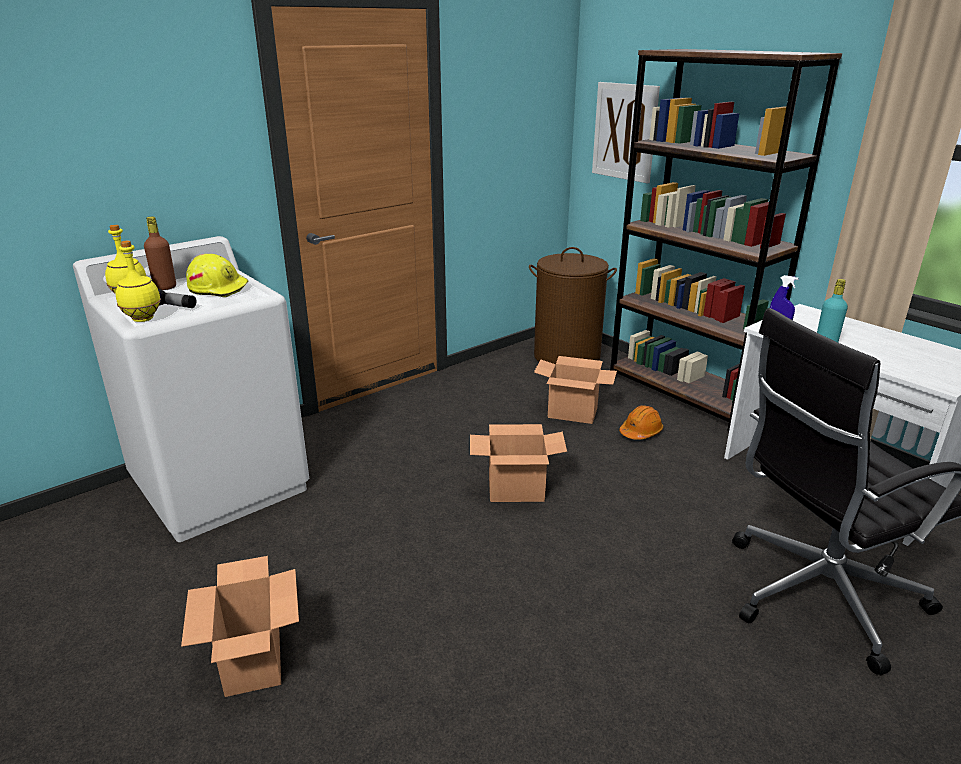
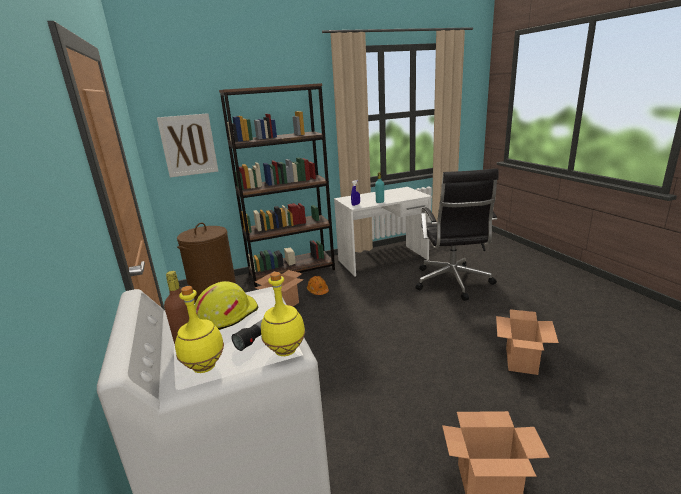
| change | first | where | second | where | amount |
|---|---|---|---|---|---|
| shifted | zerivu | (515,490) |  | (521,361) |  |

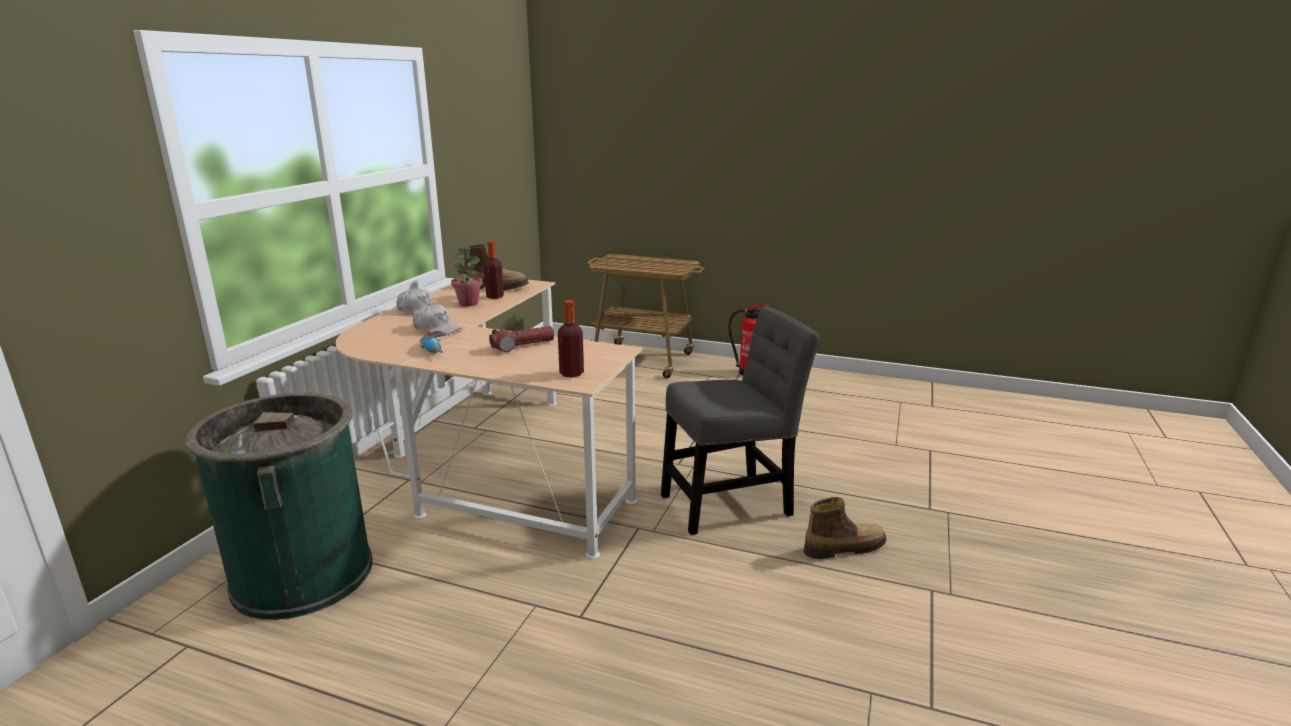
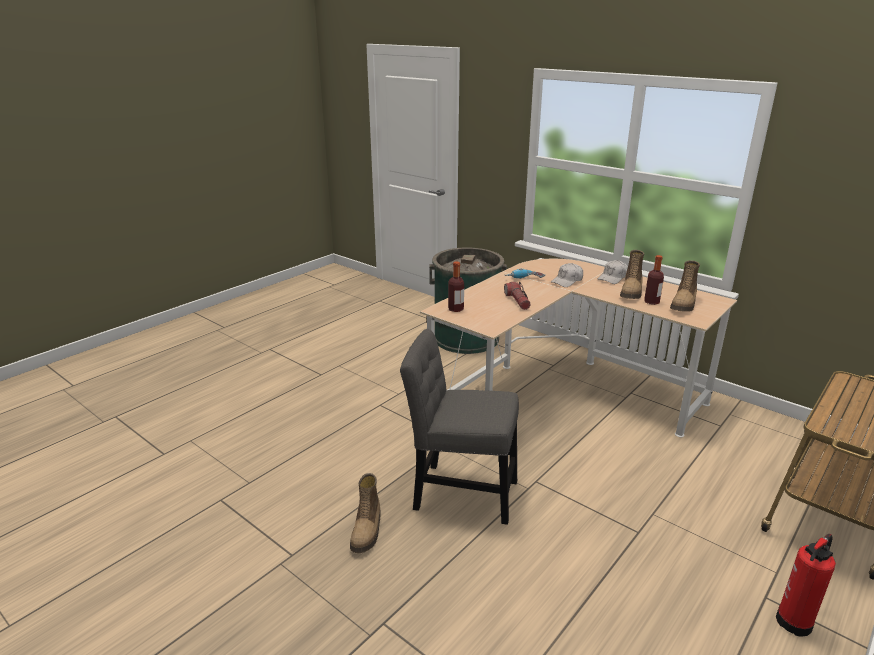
| change | first | where | second | where | amount |
|---|---|---|---|---|---|
| swapped | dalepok | (468,303) | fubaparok | (631,292) |  |
| rotated | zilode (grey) | (732,502) |  | (460,492) | 105 degrees clockwise |

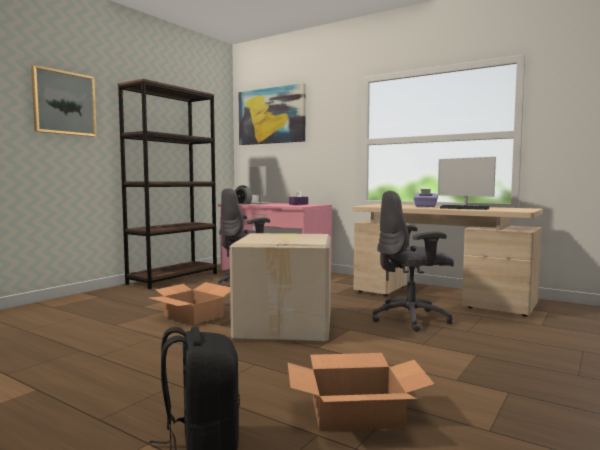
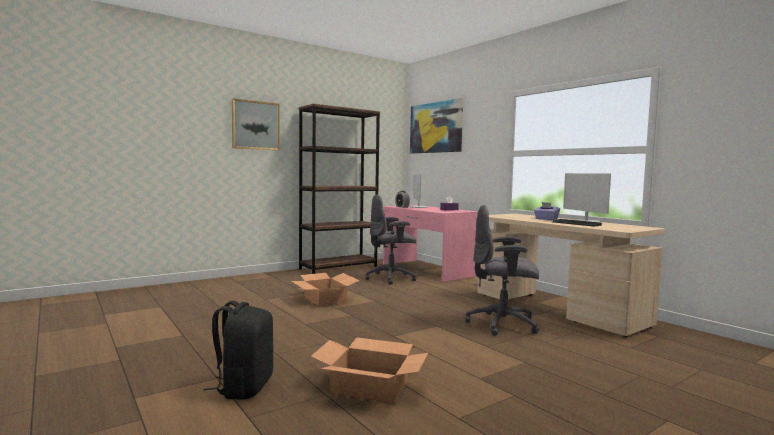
| change | first | where | second | where | amount |
|---|---|---|---|---|---|
| gone | zerivu | (286,326) |  |  |  |

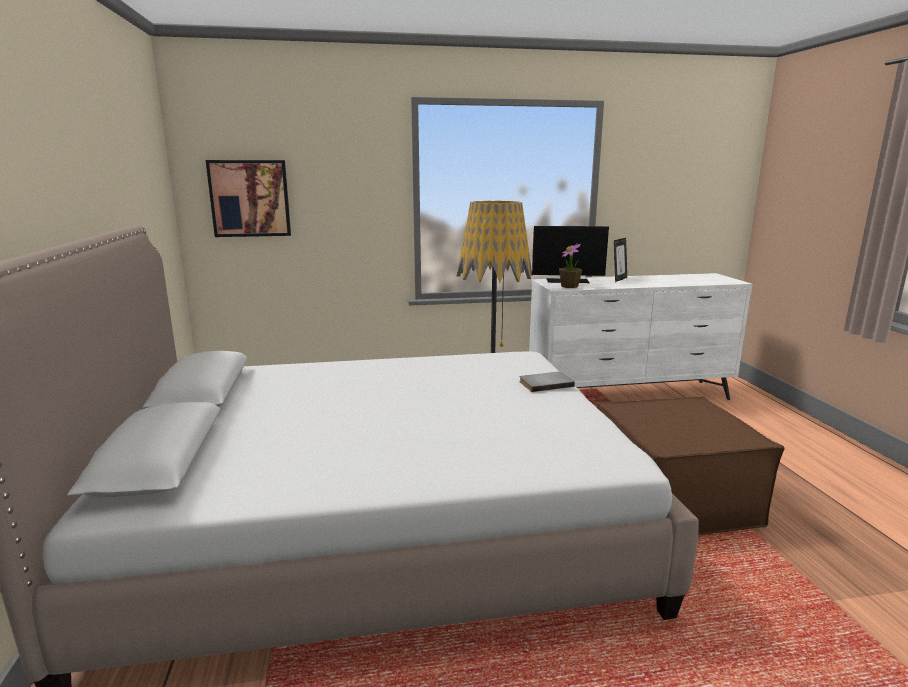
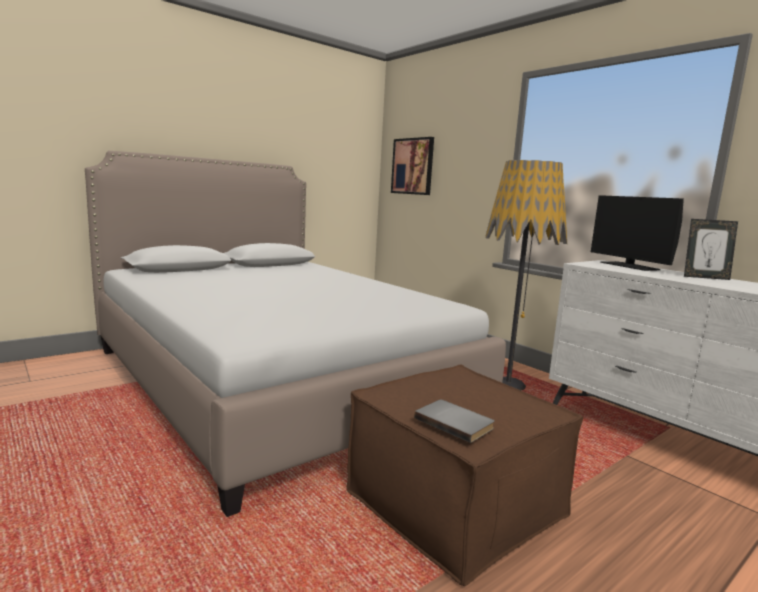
| change | first | where | second | where | amount |
|---|---|---|---|---|---|
| gone | dalepok | (569,286) |  |  |  |
| shifted | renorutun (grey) | (545,383) |  | (455,422) |  |

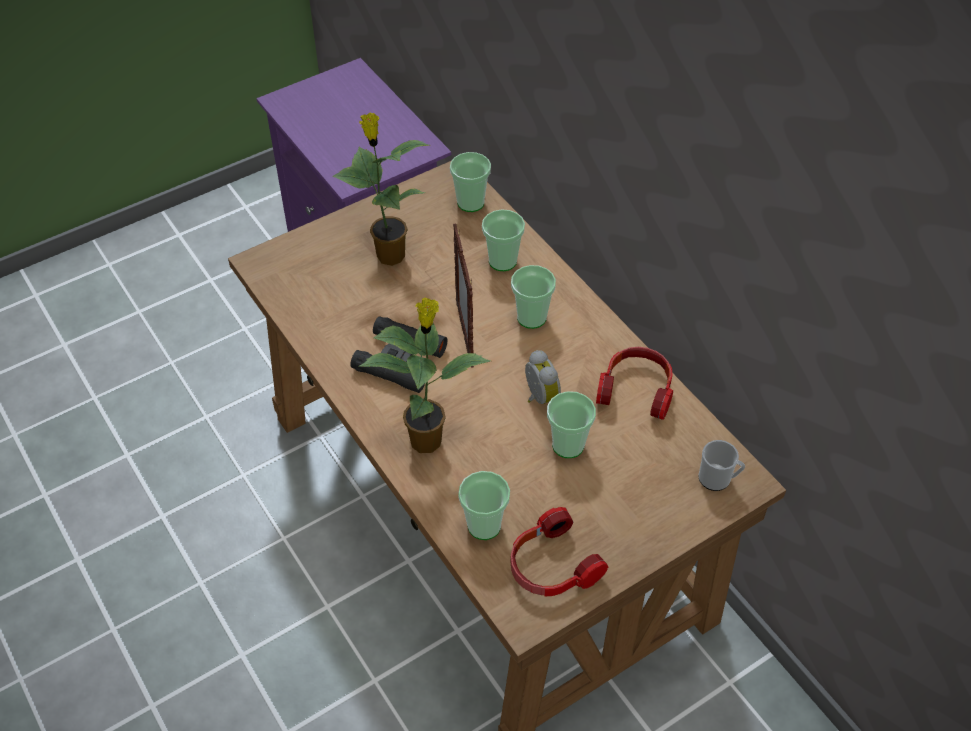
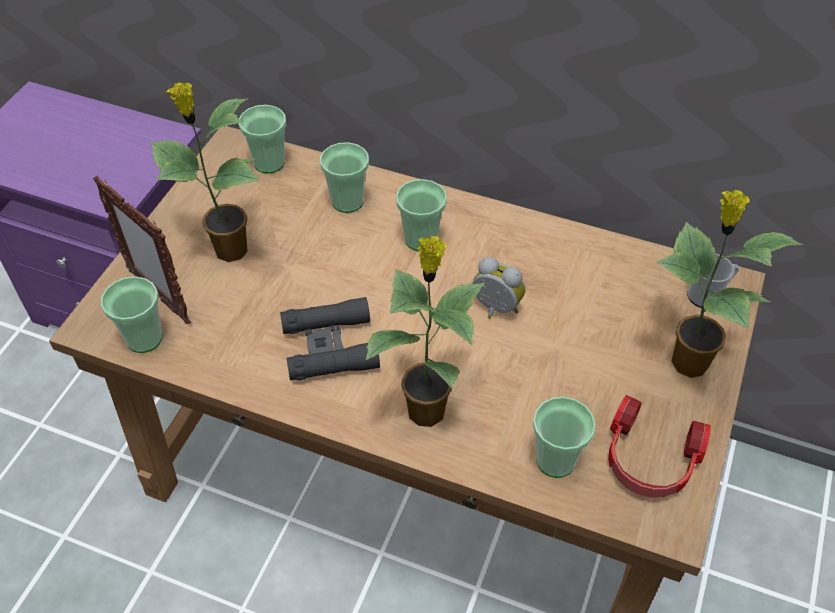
| change | first | where | second | where | amount |
|---|---|---|---|---|---|
| shifted | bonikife | (465,334) |  | (159,296) |  |
| gone | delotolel | (636,389) |  |  |  |
| shifted | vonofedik | (568,445) |  | (144,338) |  |
| new |  |  | dalepok | (687,361) |  |

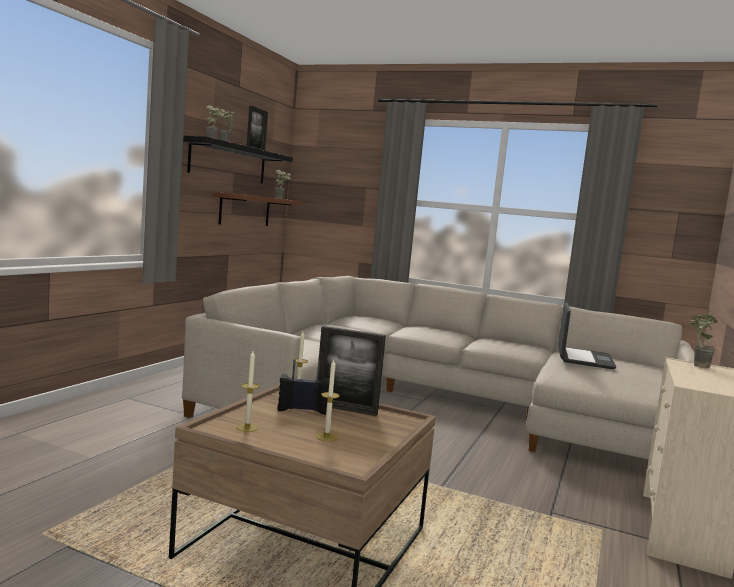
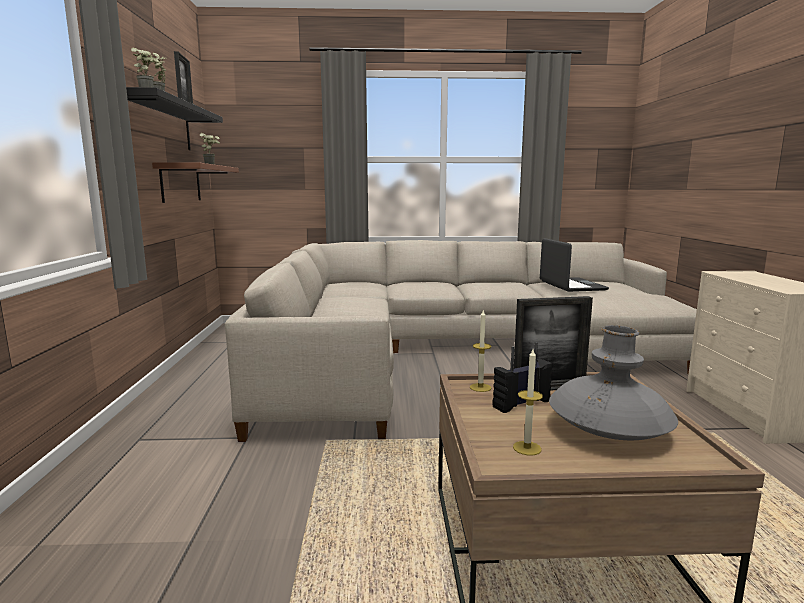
| change | first | where | second | where | amount |
|---|---|---|---|---|---|
| gone | dalepok | (696,365) |  |  |  |
| swapped | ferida | (326,437) | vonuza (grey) | (609,430) |  |

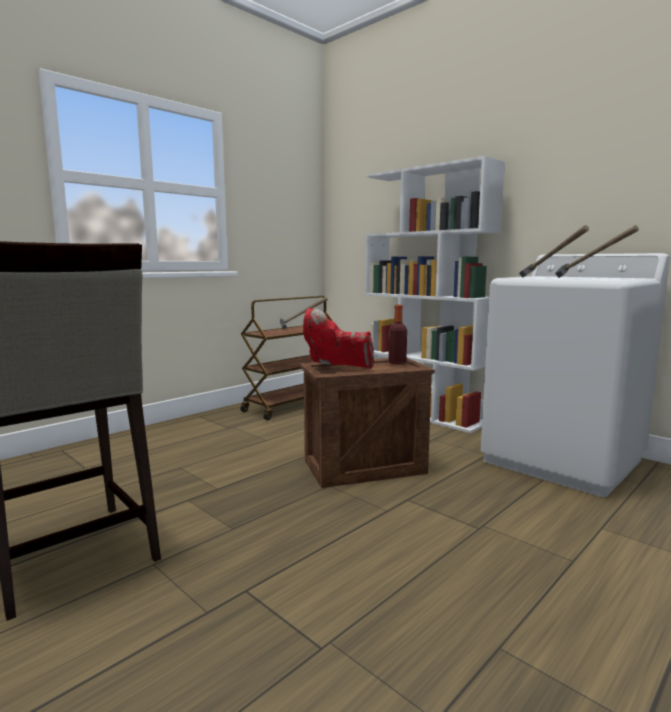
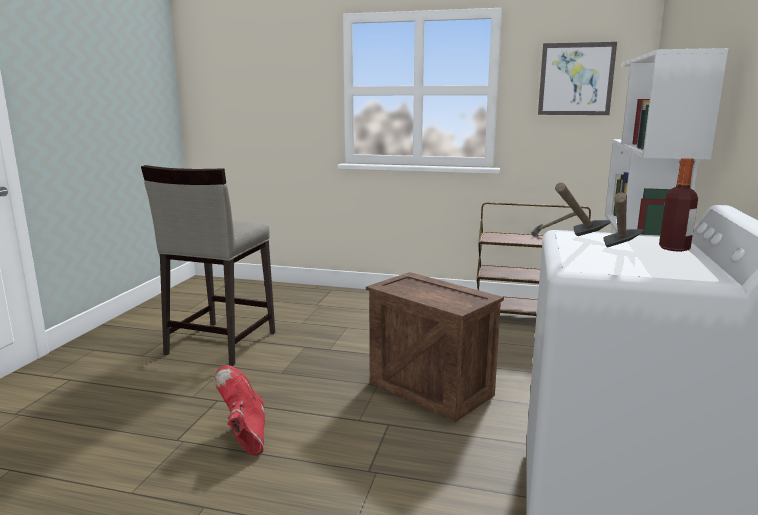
| change | first | where | second | where | amount |
|---|---|---|---|---|---|
| shifted | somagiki | (397,362) |  | (674,248) |  |
| shifted | fubaparok (red) | (337,368) |  | (245,436) |  |
| new |  |  | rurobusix | (576,79) |  |

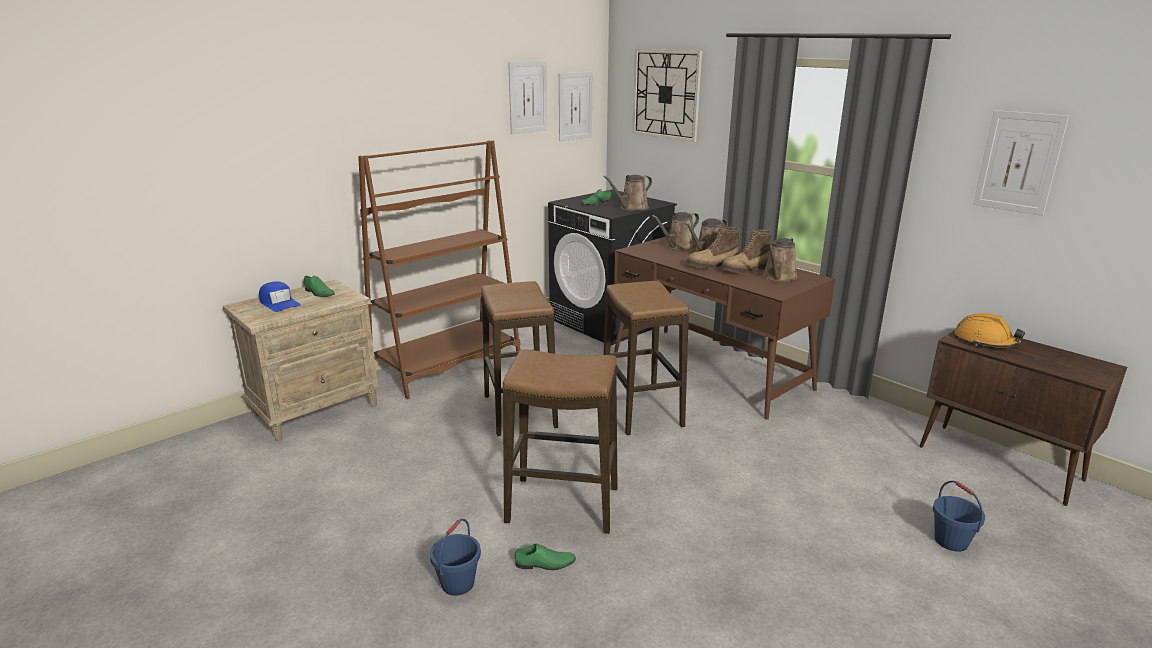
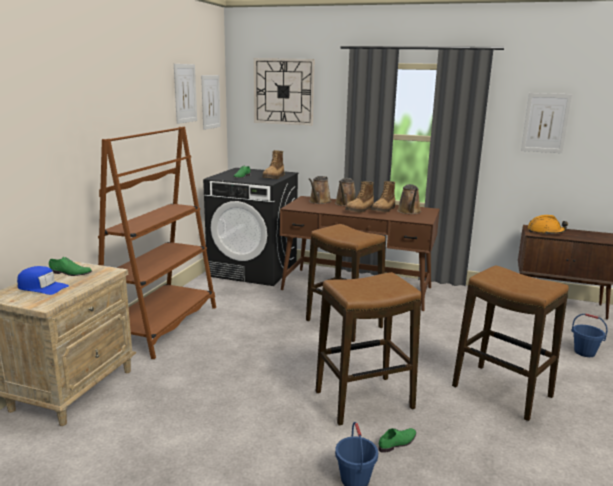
| change | first | where | second | where | amount |
|---|---|---|---|---|---|
| swapped | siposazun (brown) | (631,208) | fubaparok | (274,177) |  |
| shifted | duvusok | (520,412) |  | (502,392) |  |

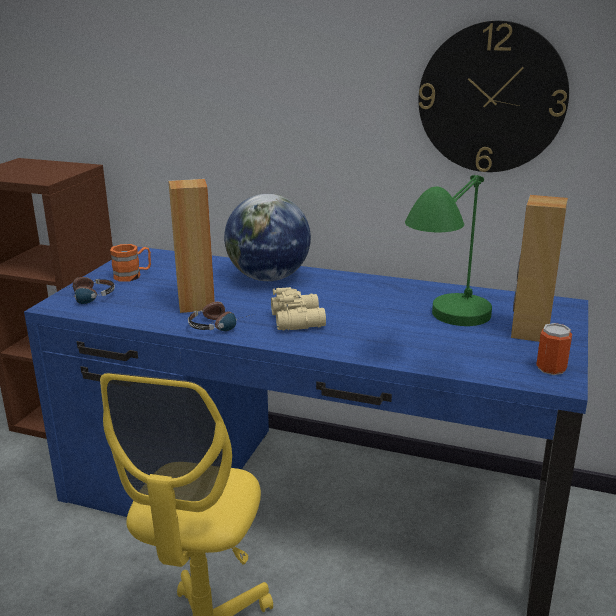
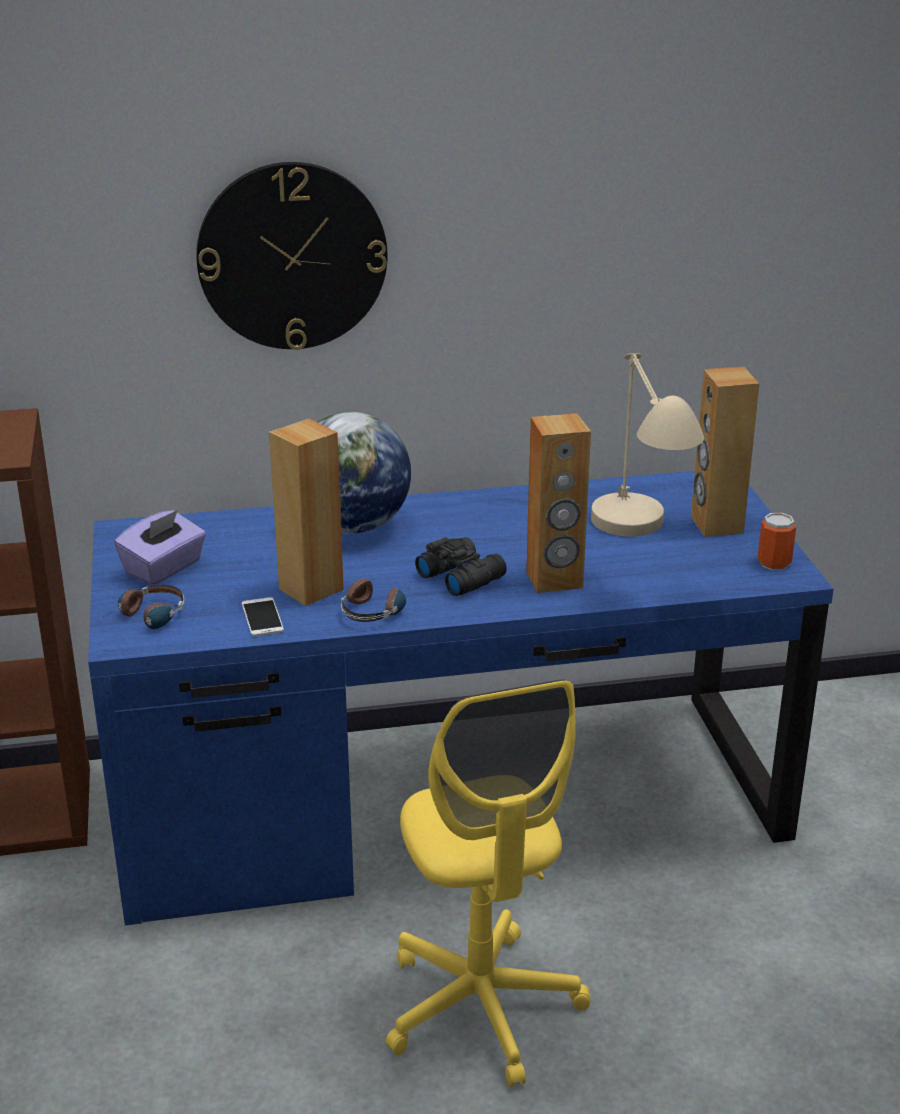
| change | first | where | second | where | amount |
|---|---|---|---|---|---|
| shifted | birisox | (491,98) |  | (292,256) |  |
| repainted | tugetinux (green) | (447,334) | tugetinux (beige) | (639,550) |  |
| swapped | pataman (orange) | (133,275) | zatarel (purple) | (164,569) |  |
| repainted | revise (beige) | (299,320) | revise (black) | (461,576) |  |
| new |  |  | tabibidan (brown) | (554,580) |  |
| new |  |  | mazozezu | (262,617) |  |

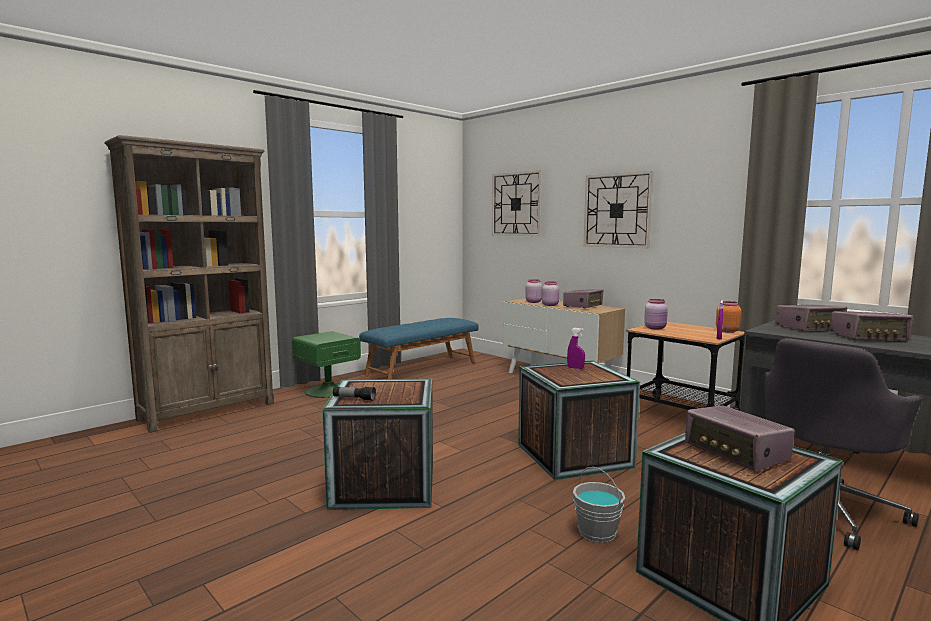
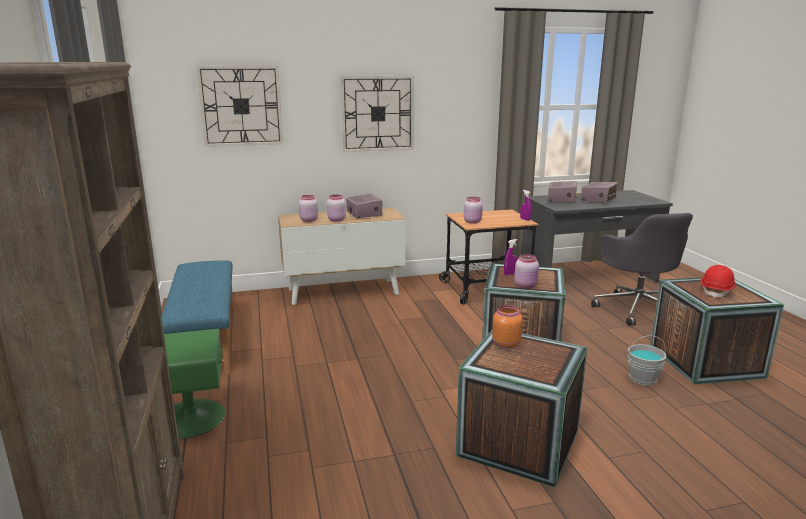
| change | first | where | second | where | amount |
|---|---|---|---|---|---|
| shifted | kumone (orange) | (726,331) |  | (505,344) |  |
| gone | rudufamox | (354,399) |  |  |  |
| swapped | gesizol | (736,454) | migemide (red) | (717,291) |  |
| new |  |  | kumone (pink) | (526,286) |  |

